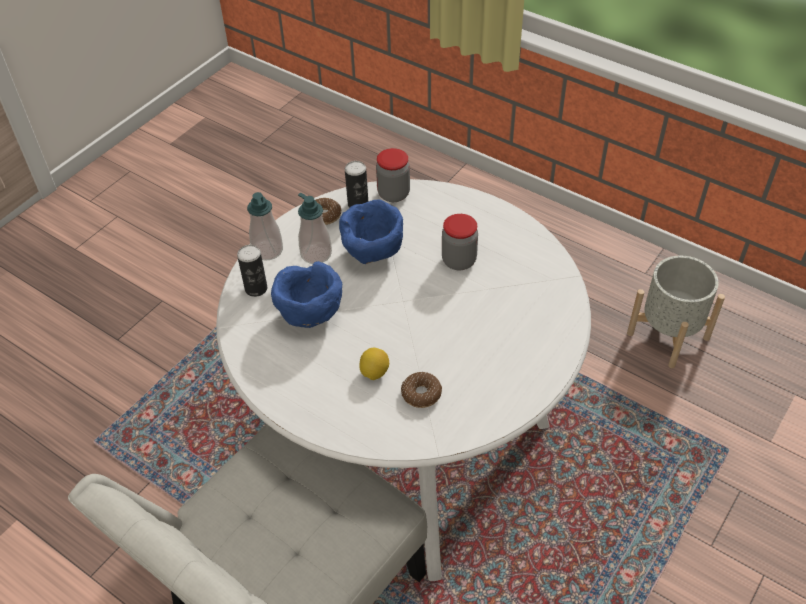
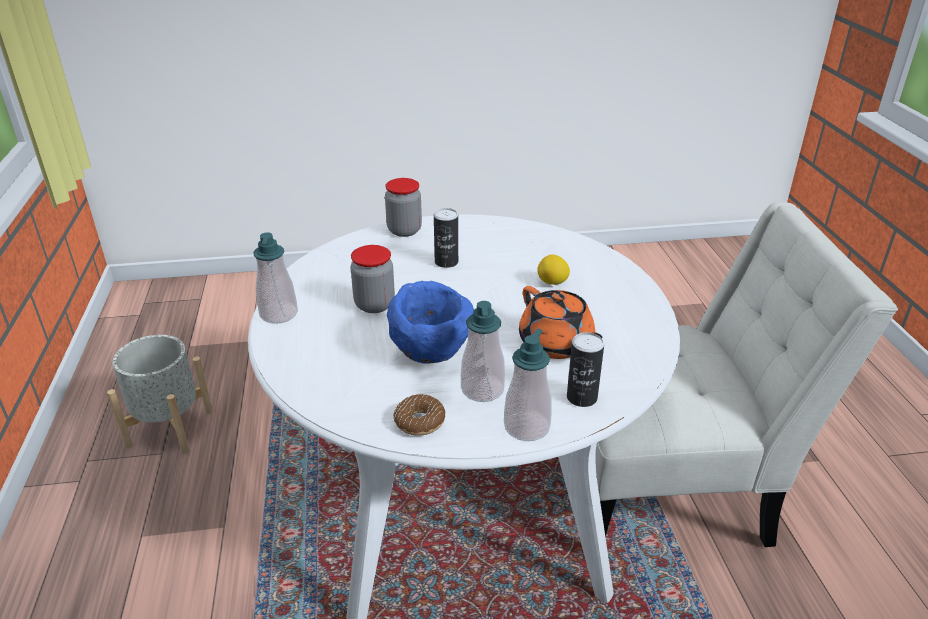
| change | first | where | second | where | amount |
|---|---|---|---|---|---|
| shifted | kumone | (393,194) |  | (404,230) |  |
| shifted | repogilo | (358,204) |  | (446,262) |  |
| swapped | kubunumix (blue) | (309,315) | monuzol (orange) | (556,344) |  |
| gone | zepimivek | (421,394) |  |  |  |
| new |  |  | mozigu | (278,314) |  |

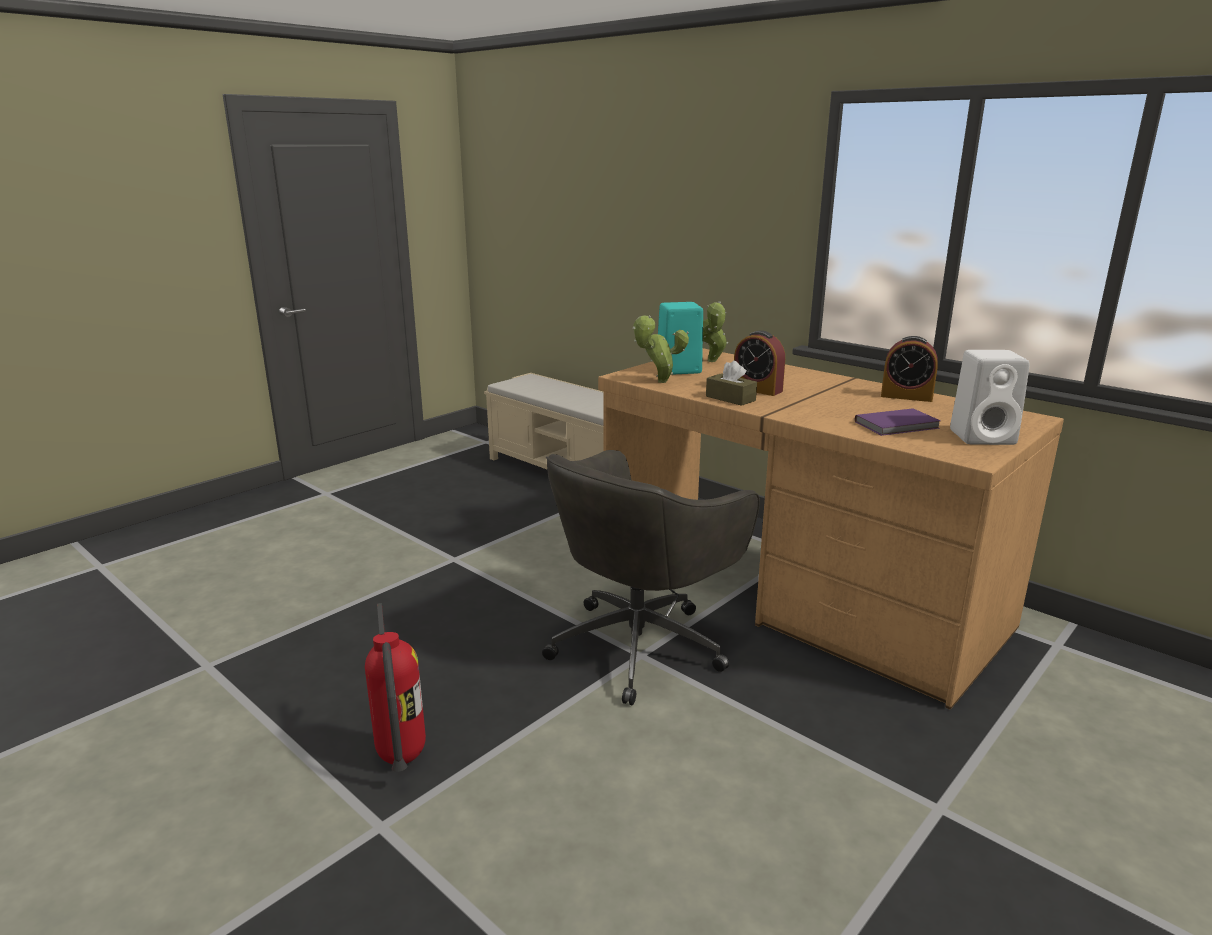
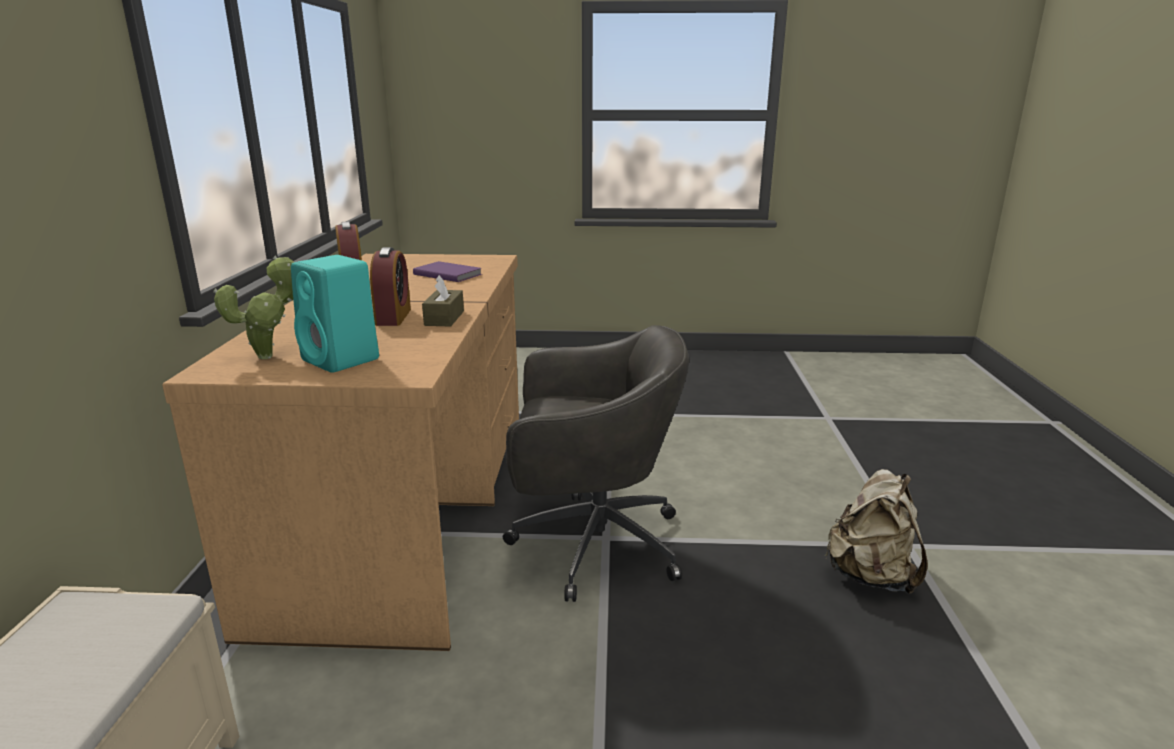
| change | first | where | second | where | amount |
|---|---|---|---|---|---|
| gone | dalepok | (659,382) |  |  |  |
| gone | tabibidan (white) | (984,437) |  |  |  |
| swapped | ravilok | (400,758) | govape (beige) | (871,576) |  |

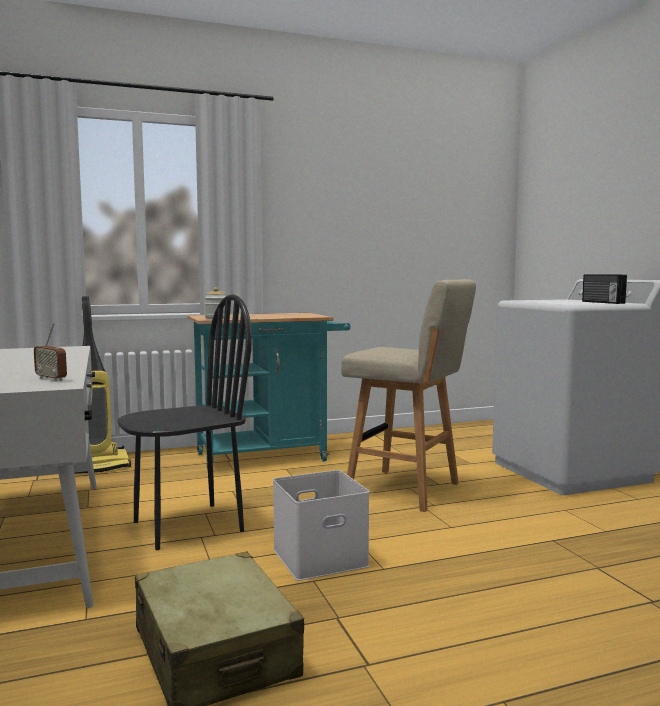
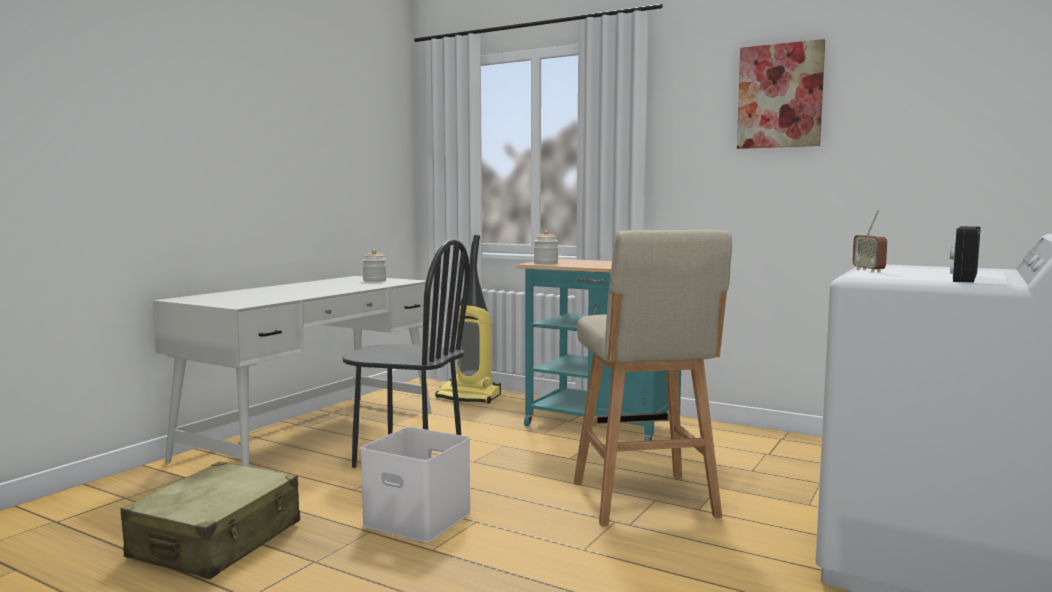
| change | first | where | second | where | amount |
|---|---|---|---|---|---|
| shifted | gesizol | (51,379) |  | (868,271) |  |
| new |  |  | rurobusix | (780,96) |  |
| new |  |  | kumone | (374,280) |  |

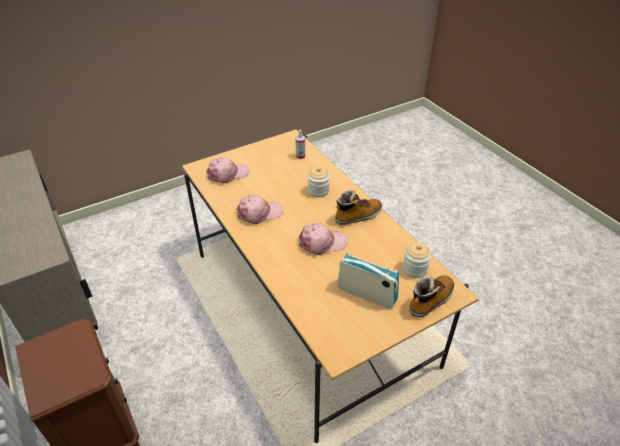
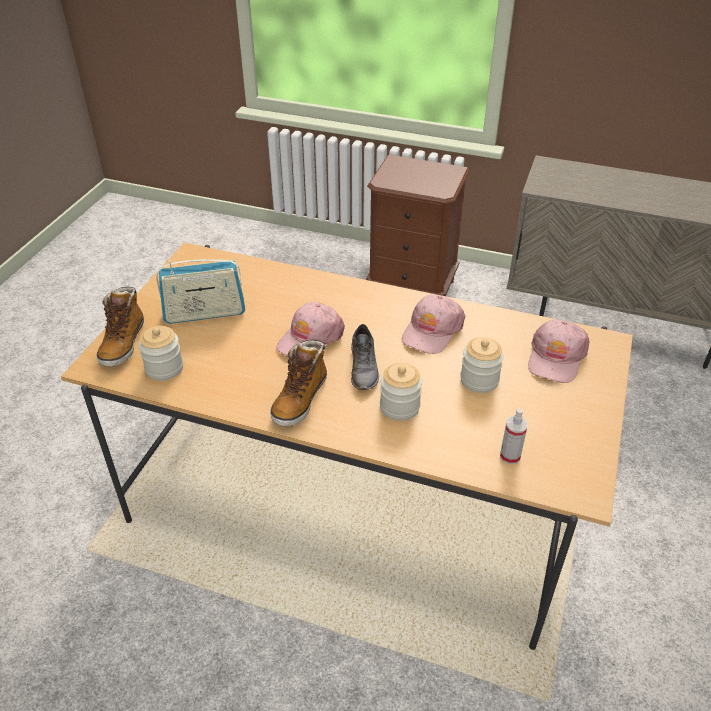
| change | first | where | second | where | amount |
|---|---|---|---|---|---|
| new |  |  | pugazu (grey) | (364,368) |  |
| new |  |  | kumone | (479,380) |  |

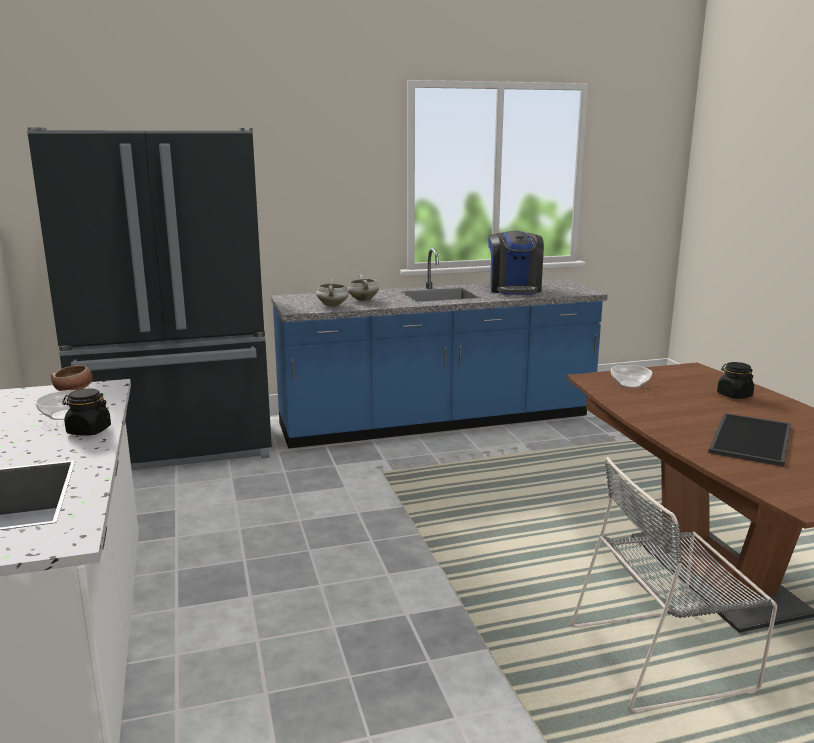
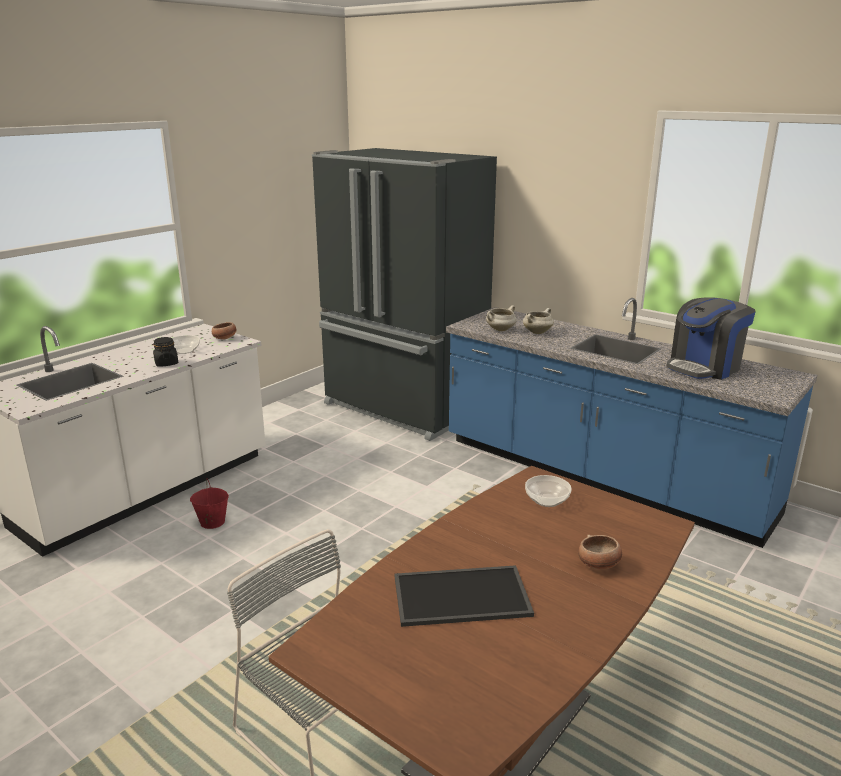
| change | first | where | second | where | amount |
|---|---|---|---|---|---|
| swapped | kumone (black) | (734,395) | kubunumix | (599,564) |  |
| new |  |  | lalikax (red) | (212,522) |  |

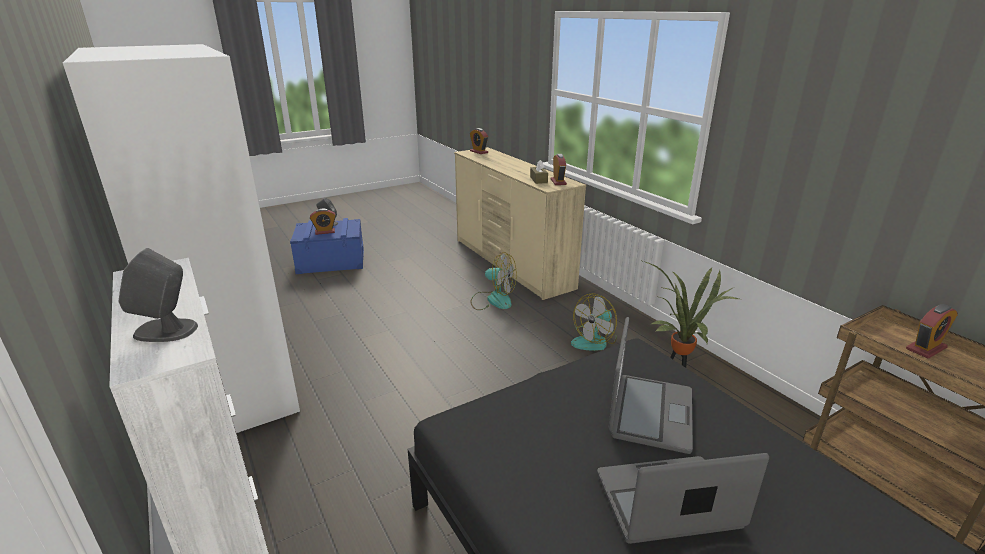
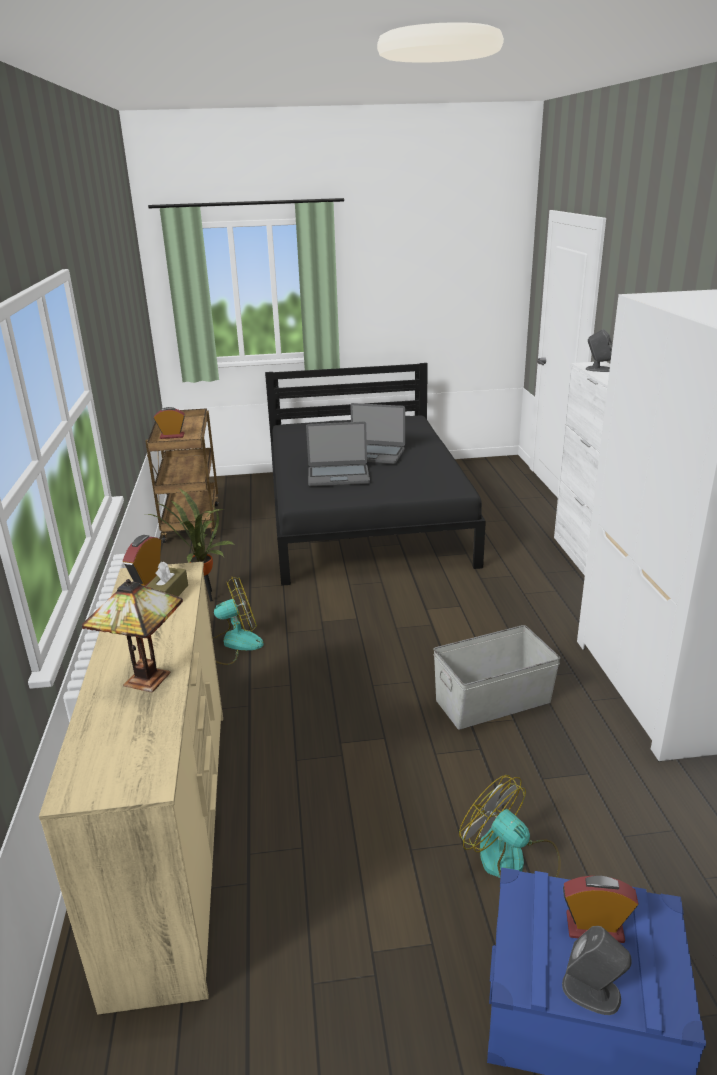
| change | first | where | second | where | amount |
|---|---|---|---|---|---|
| gone | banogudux | (479,152) |  |  |  |
| shifted | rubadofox | (493,300) |  | (512,862) |  |
| rotated | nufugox | (649,413) |  | (338,476) | 135 degrees counterclockwise |
| new |  |  | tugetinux | (143,680) |  |
| new |  |  | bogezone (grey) | (494,701) |  |

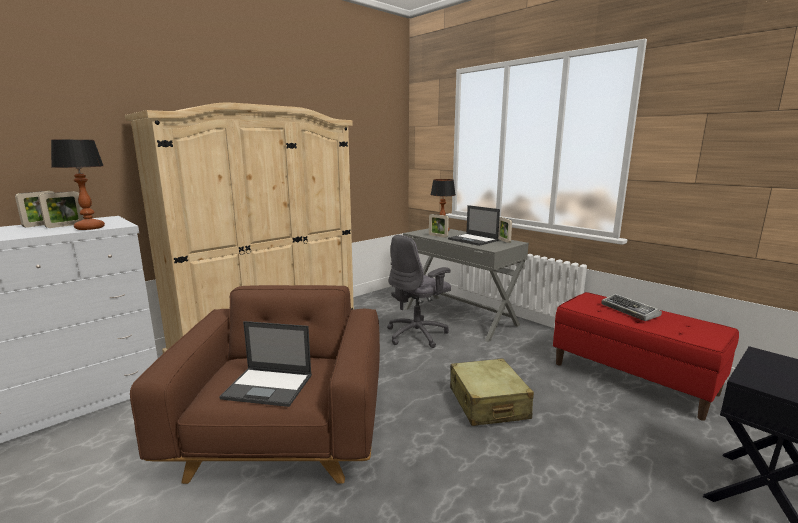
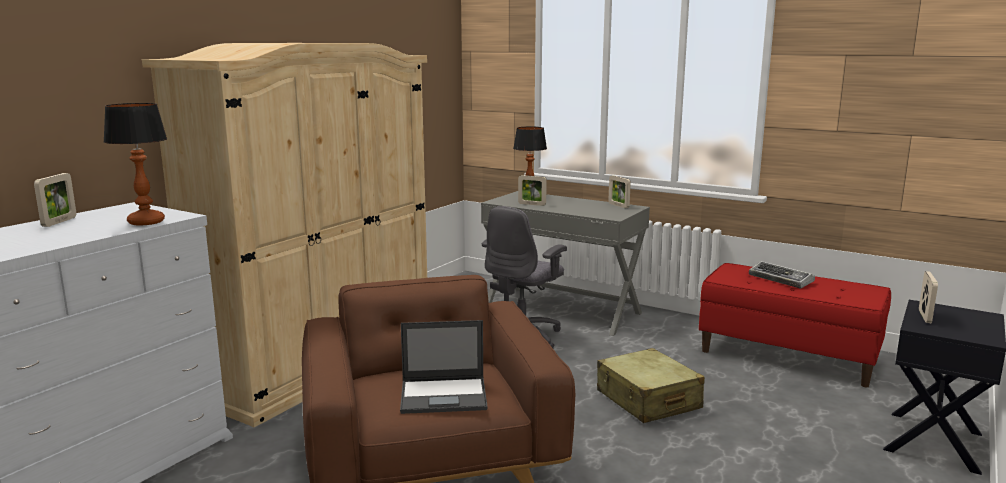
| change | first | where | second | where | amount |
|---|---|---|---|---|---|
| shifted | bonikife | (65,225) |  | (924,316) |  |
| gone | nufugox | (473,240) |  |  |  |

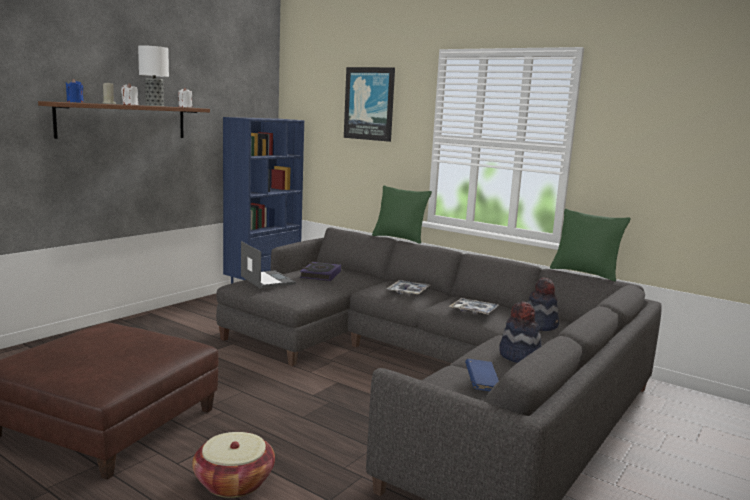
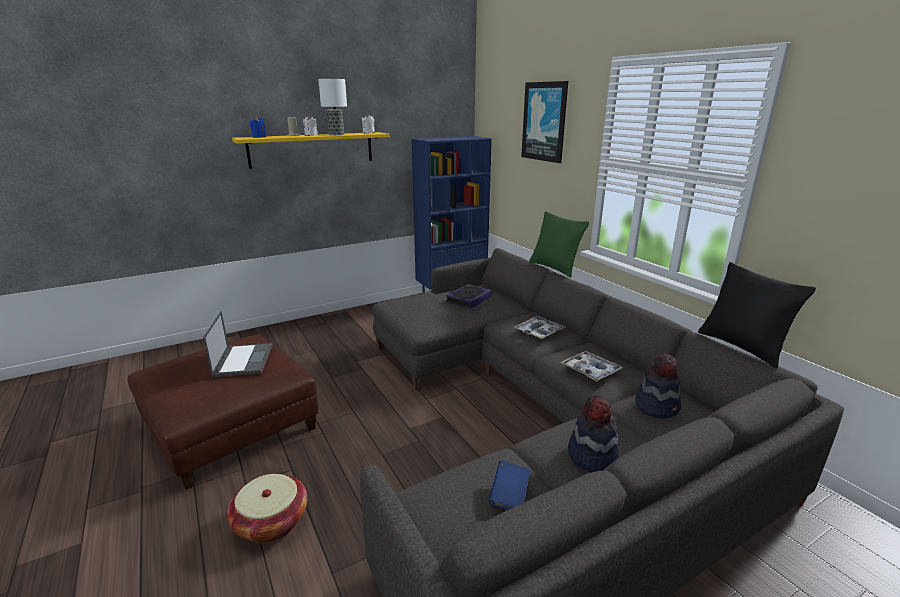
| change | first | where | second | where | amount |
|---|---|---|---|---|---|
| repainted | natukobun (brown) | (123,121) | natukobun (yellow) | (312,149) |  |
| repainted | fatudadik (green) | (584,273) | fatudadik (black) | (741,346) |  |
| shifted | nufugox | (267,280) |  | (243,360) |  |

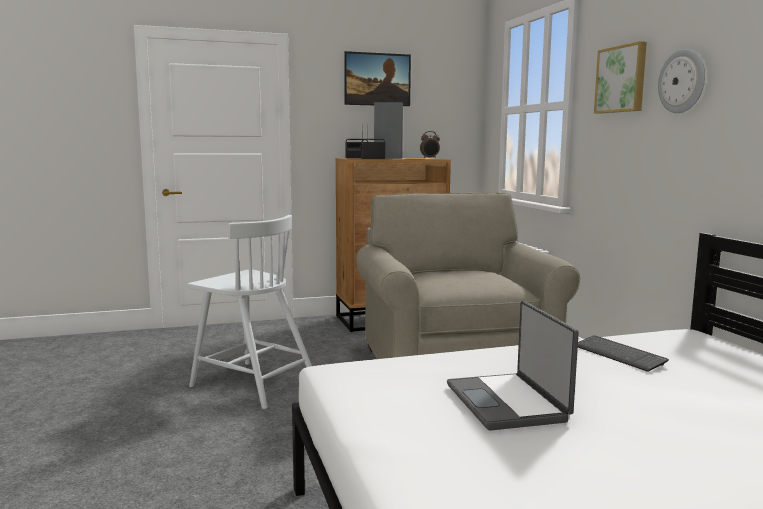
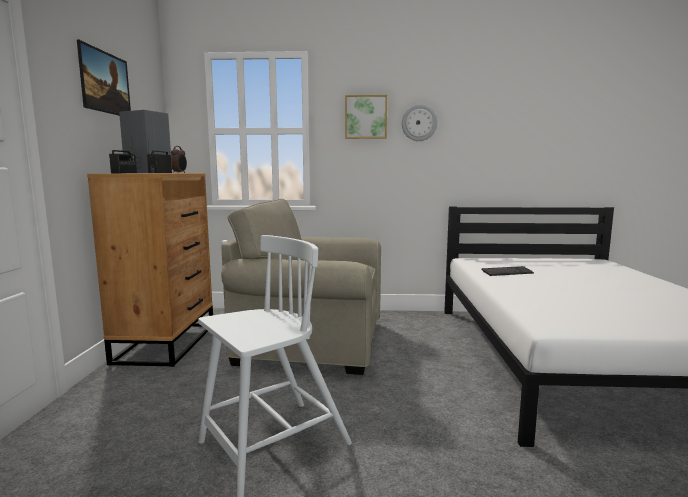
| change | first | where | second | where | amount |
|---|---|---|---|---|---|
| gone | nufugox | (508,402) |  |  |  |

